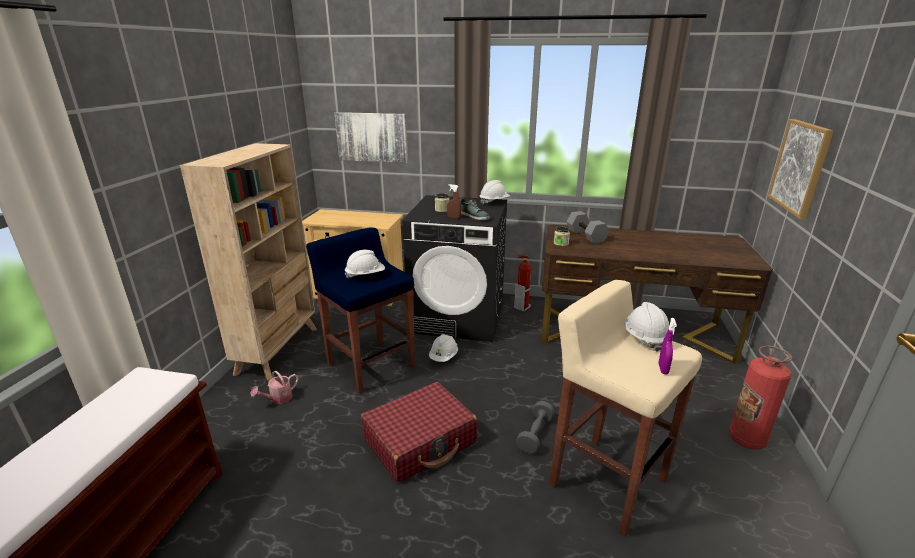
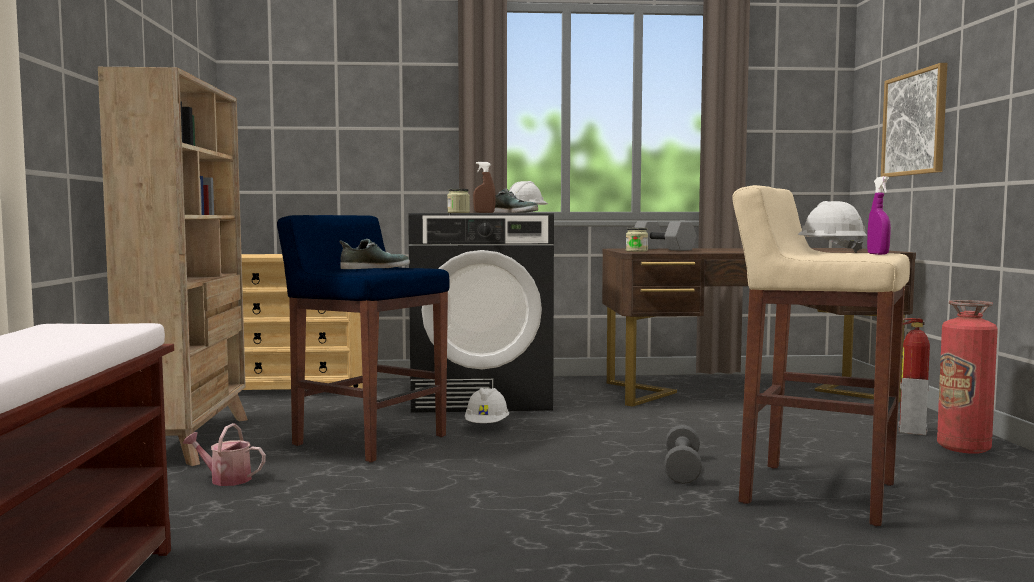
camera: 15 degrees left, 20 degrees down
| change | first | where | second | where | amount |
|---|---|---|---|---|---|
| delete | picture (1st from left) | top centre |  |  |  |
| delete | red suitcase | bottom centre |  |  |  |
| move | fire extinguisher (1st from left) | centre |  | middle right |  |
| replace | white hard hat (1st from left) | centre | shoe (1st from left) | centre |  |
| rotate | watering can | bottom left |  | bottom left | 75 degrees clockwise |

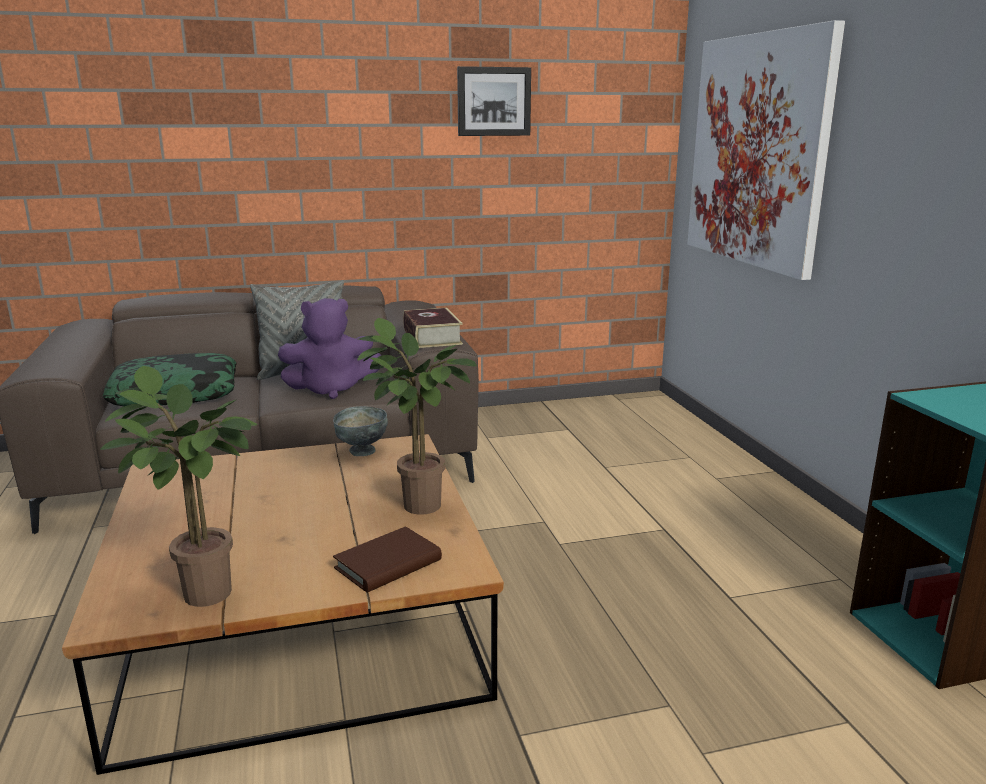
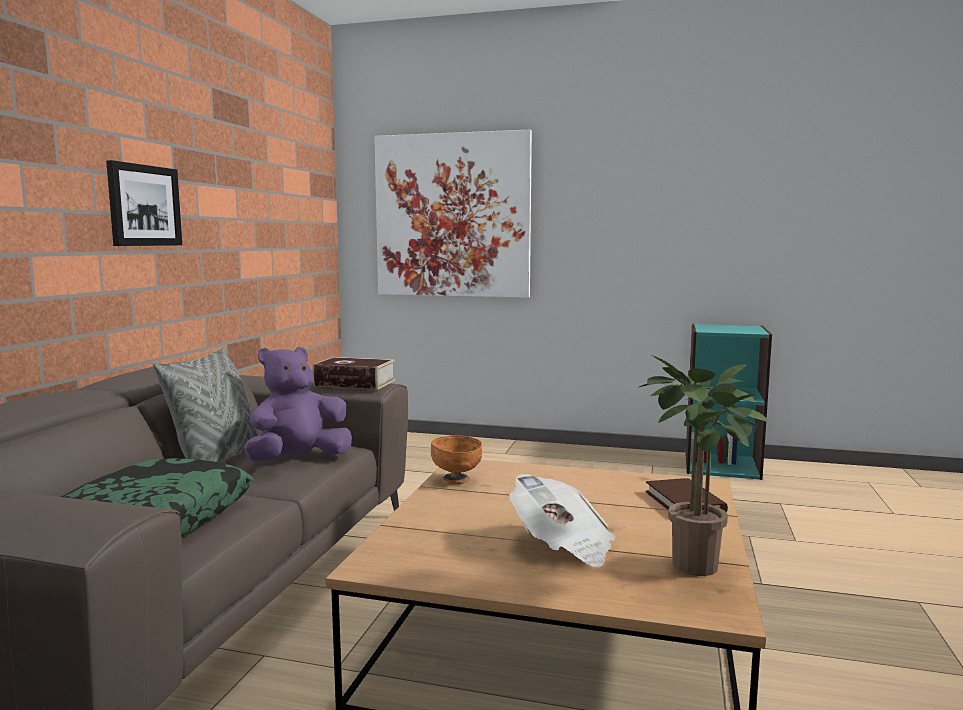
camera: 60 degrees left, 10 degrees down
| change | first | where | second | where | amount |
|---|---|---|---|---|---|
| delete | potted plant (2nd from left) | centre |  |  |  |
| insert |  |  | newspaper | bottom centre |  |
| move | picture (1st from left) | top centre |  | top left |  |
| recolor | grey bowl | centre | orange bowl | centre |  |
| rotate | purple plush toy | centre |  | middle left | 150 degrees counterclockwise |

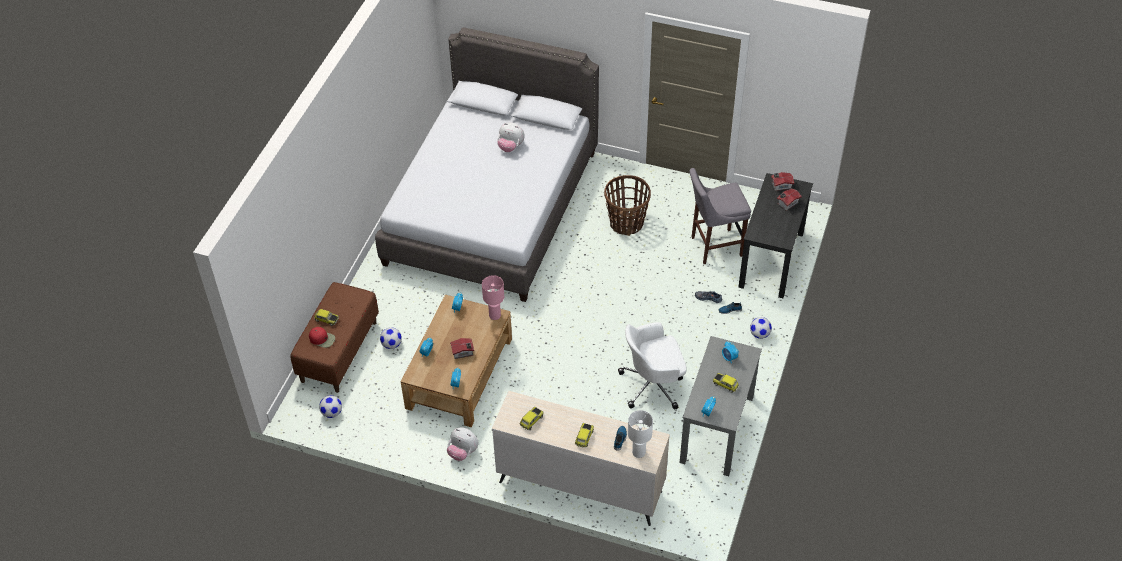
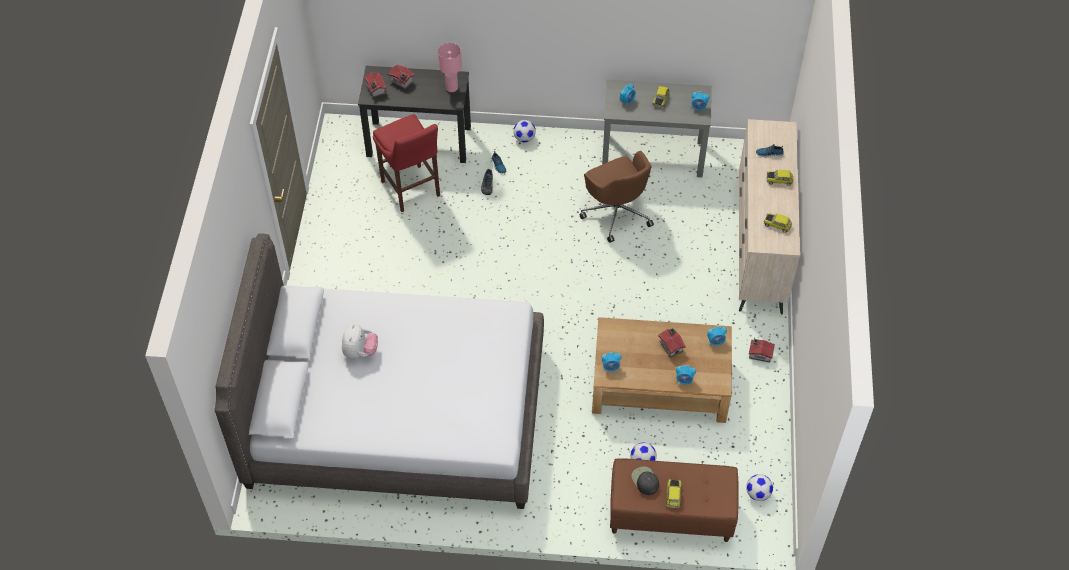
camera: 105 degrees left, 5 degrees up
| change | first | where | second | where | amount |
|---|---|---|---|---|---|
| delete | red cap | middle left |  |  |  |
| delete | basket | centre |  |  |  |
| delete | white table lamp | bottom centre |  |  |  |
| insert |  |  | black cap | bottom centre |  |
| move | pink table lamp | centre |  | top centre |  |
| replace | plush toy (1st from left) | bottom centre | toy house (4th from left) | middle right |  |
| recolor | white office chair | centre | brown office chair | centre |  |
| recolor | grey stool | centre | red stool | top centre |  |

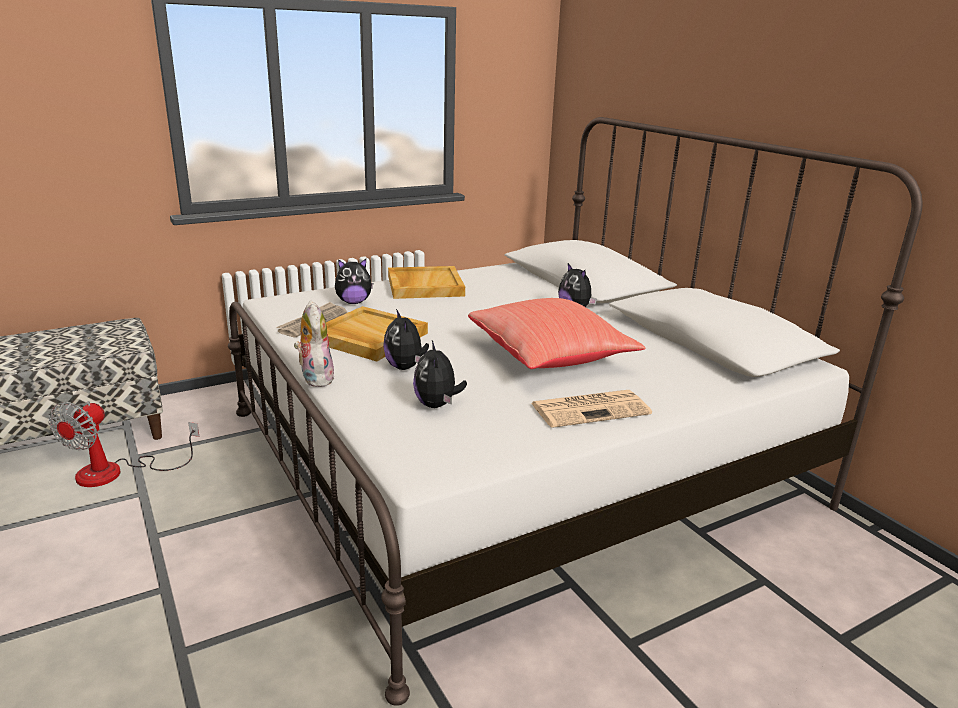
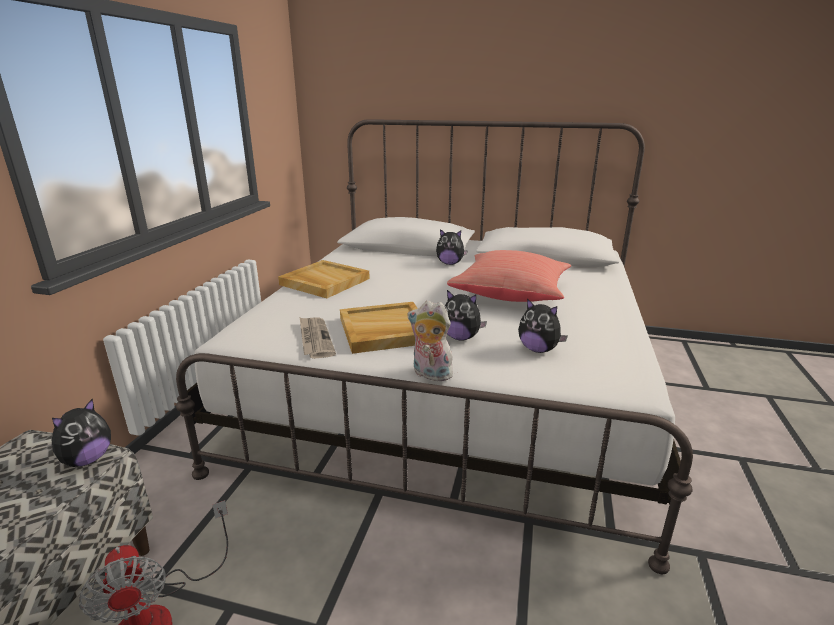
camera: 45 degrees left, 0 degrees up
| change | first | where | second | where | amount |
|---|---|---|---|---|---|
| delete | newspaper (2nd from left) | centre |  |  |  |
| move | plush toy (2nd from left in the first image) | centre | plush toy (1st from left) | bottom left |  |

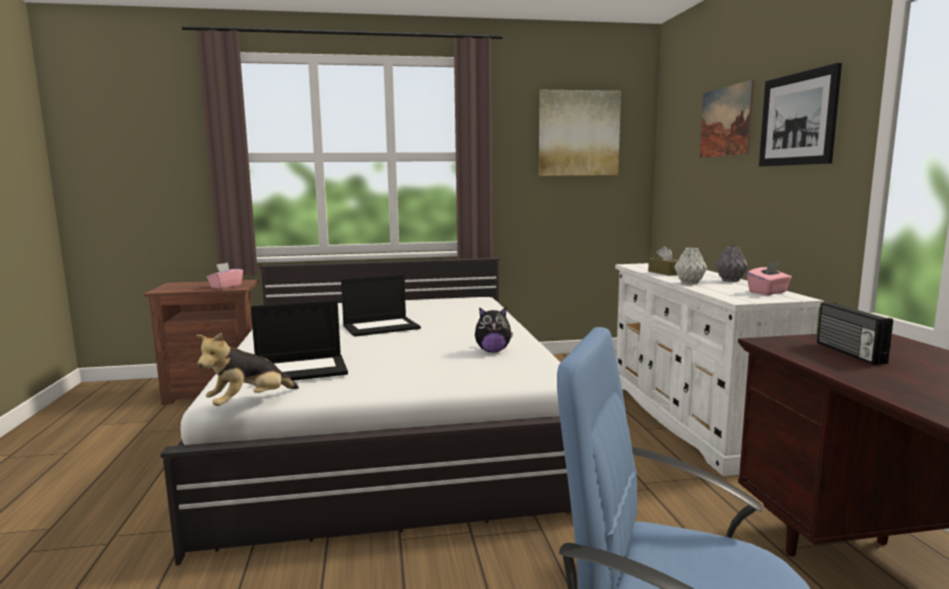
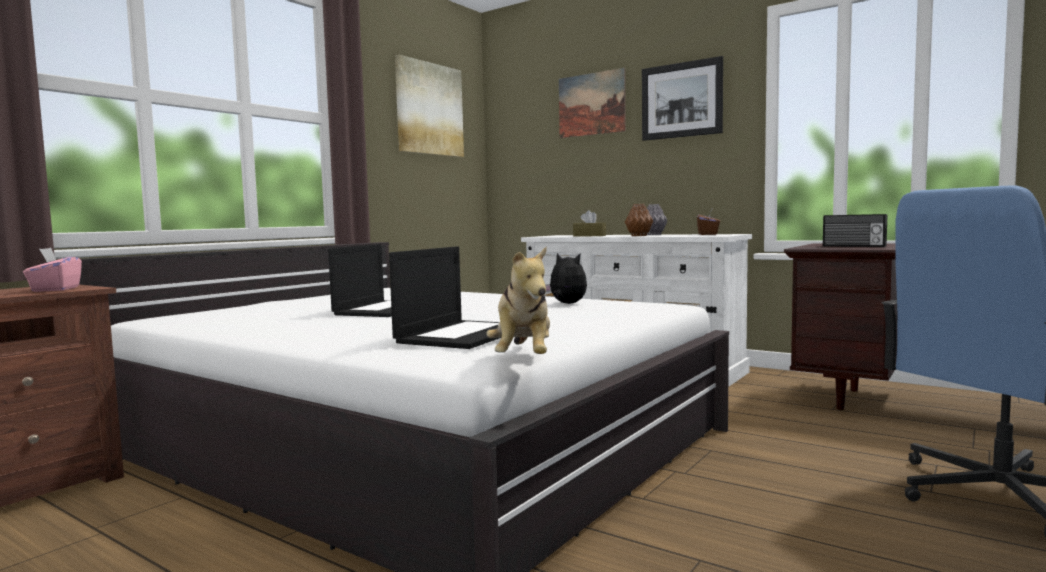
camera: 45 degrees left, 5 degrees down
| change | first | where | second | where | amount |
|---|---|---|---|---|---|
| recolor | grey vase (1st from left) | middle right | brown vase | centre |  |
| recolor | pink tissue box (2nd from left) | middle right | brown tissue box (2nd from left) | middle right |  |
| rotate | plush toy (2nd from left) | centre |  | centre | 90 degrees counterclockwise |

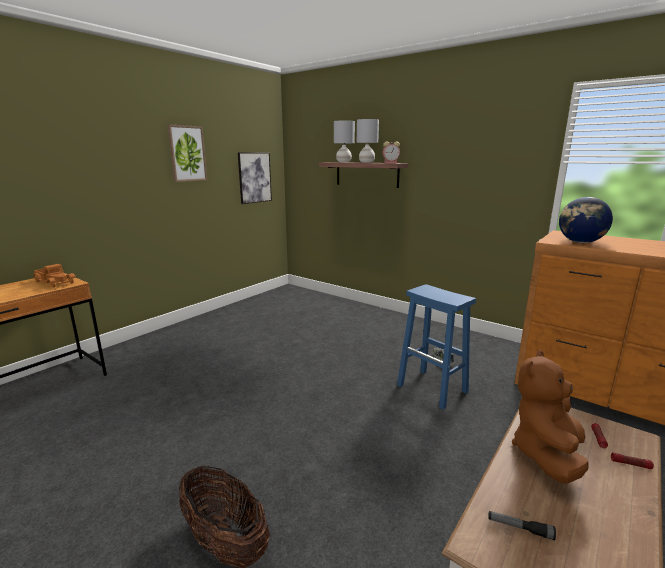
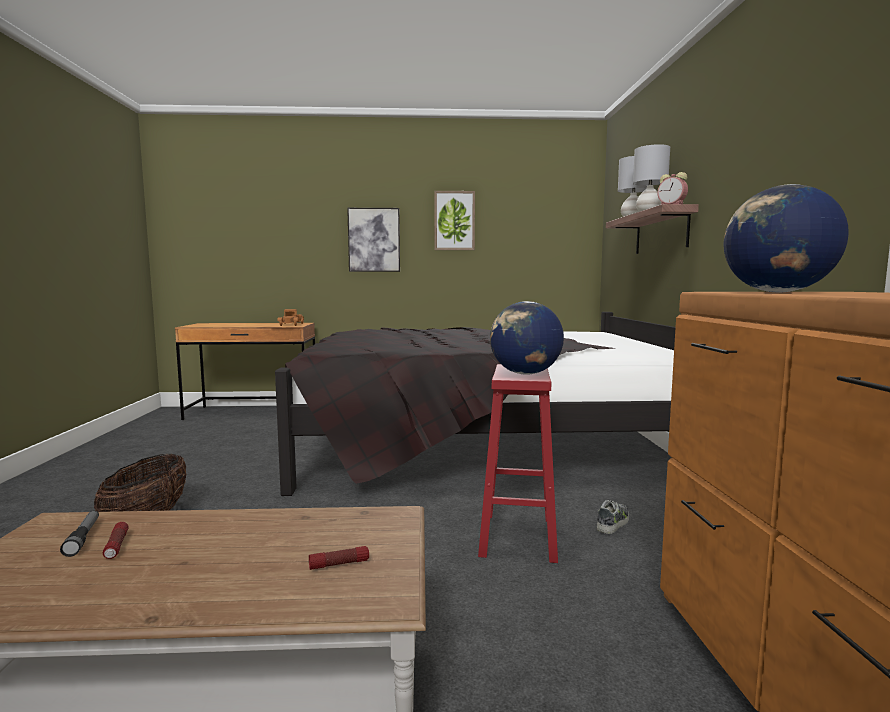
camera: 50 degrees right, 10 degrees down
| change | first | where | second | where | amount |
|---|---|---|---|---|---|
| delete | brown plush toy | bottom right |  |  |  |
| insert |  |  | black bed | centre |  |
| insert |  |  | globe (1st from left) | centre |  |
| move | picture (2nd from left in the first image) | top centre | picture (1st from left) | centre |  |
| move | flashlight (3rd from left in the first image) | bottom right | flashlight (2nd from left) | bottom left |  |
| recolor | blue stool | centre | red stool | centre |  |

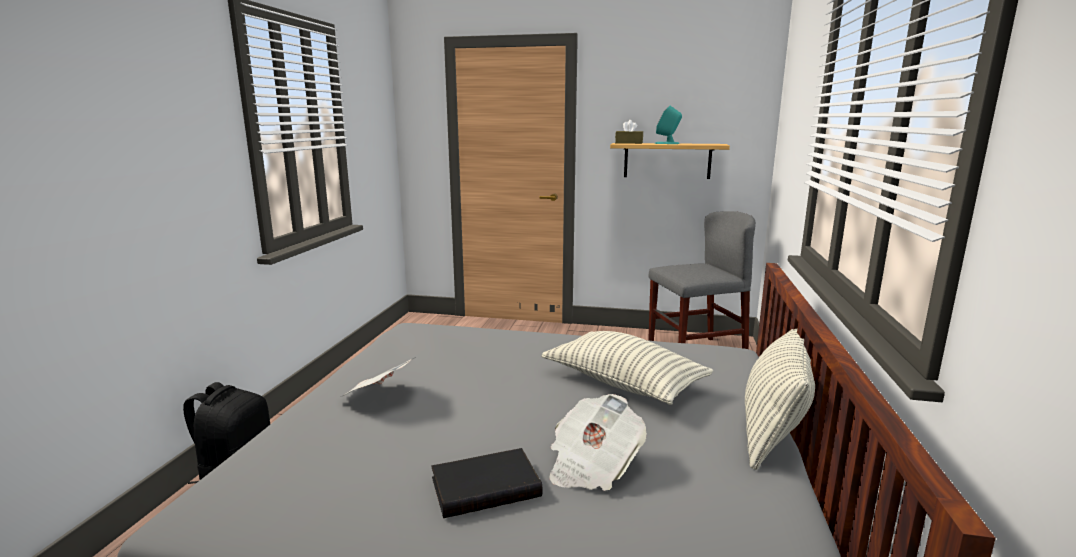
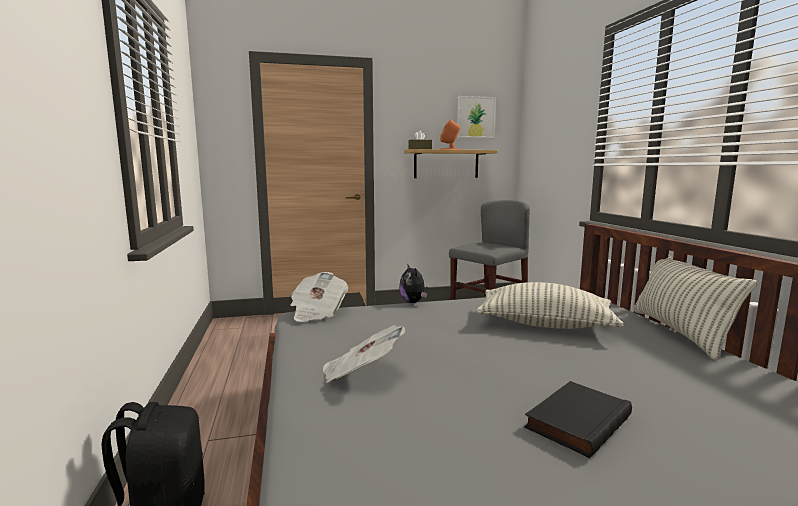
camera: 25 degrees left, 5 degrees down
| change | first | where | second | where | amount |
|---|---|---|---|---|---|
| insert |  |  | plush toy | centre |  |
| insert |  |  | picture | top centre |  |
| move | newspaper (2nd from left in the first image) | bottom centre | newspaper (1st from left) | centre |  |
| recolor | turquoise speaker | top centre | orange speaker | top centre |  |

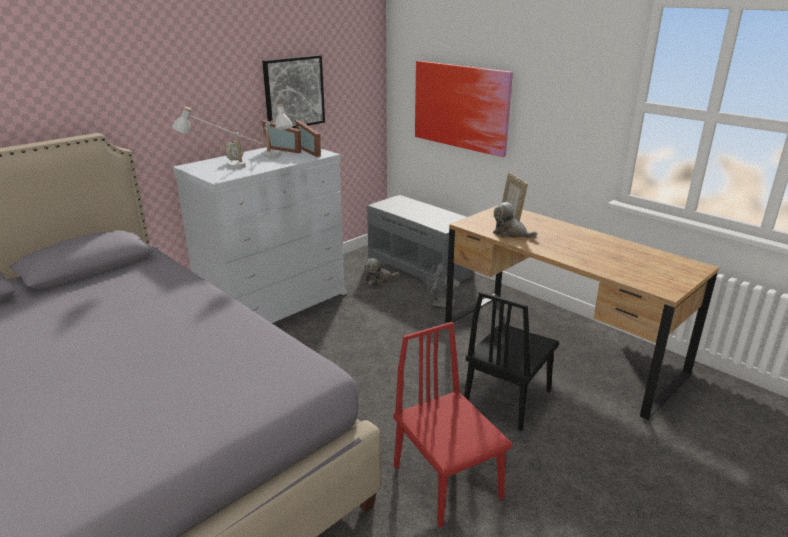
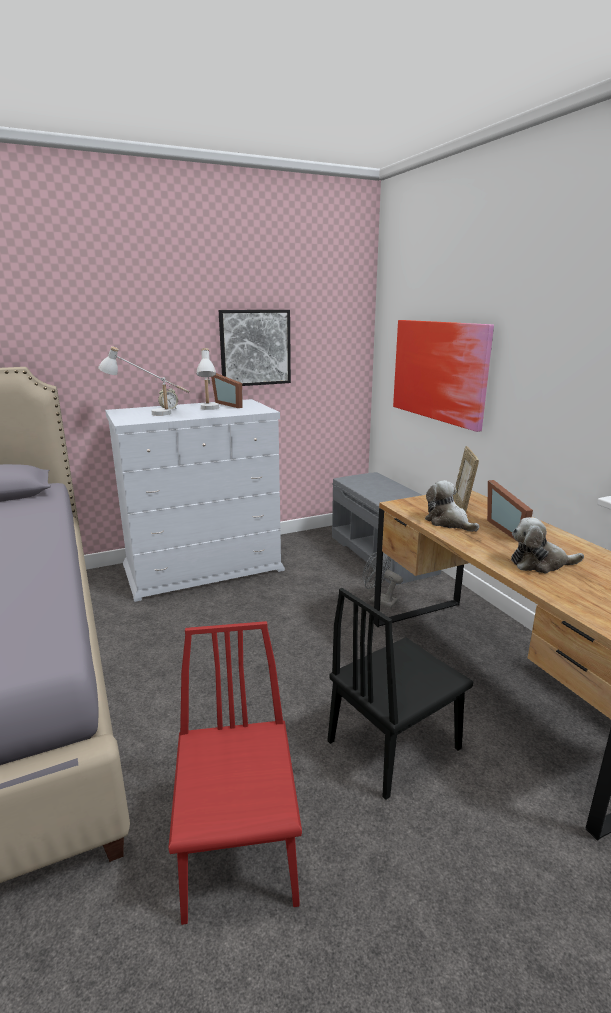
camera: 20 degrees right, 5 degrees down
| change | first | where | second | where | amount |
|---|---|---|---|---|---|
| move | picture frame (2nd from left in the first image) | top centre | picture frame (3rd from left) | middle right |  |
| move | plush toy (1st from left in the first image) | centre | plush toy (2nd from left) | middle right |  |

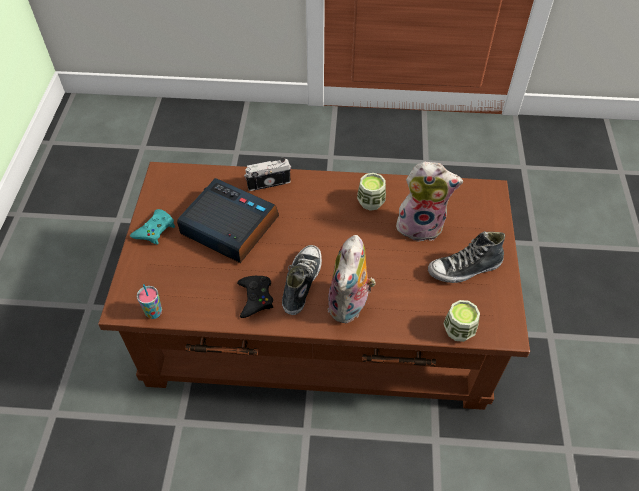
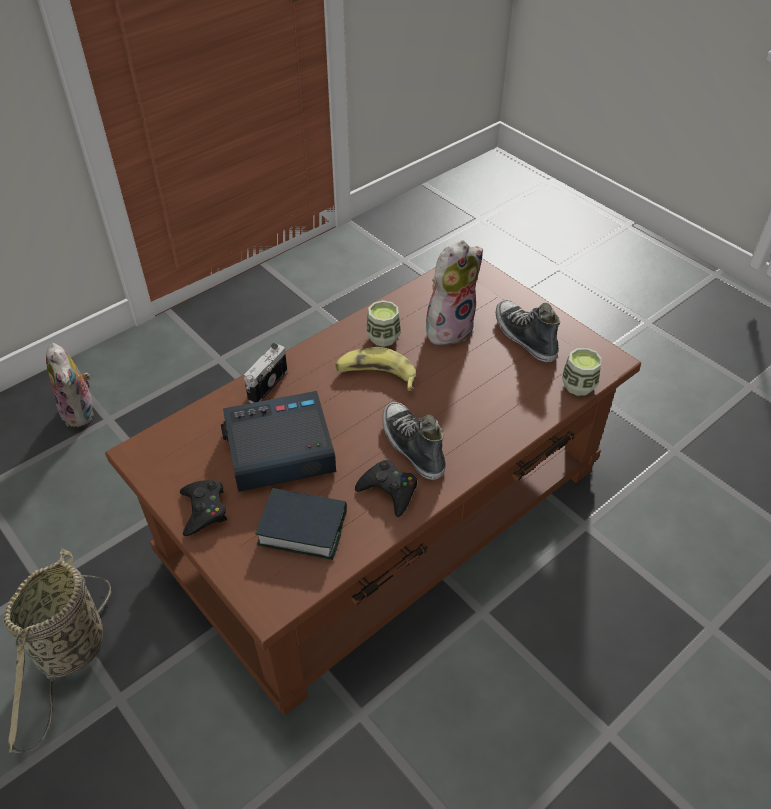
camera: 45 degrees left, 5 degrees down
| change | first | where | second | where | amount |
|---|---|---|---|---|---|
| delete | cup (1st from left) | middle left |  |  |  |
| insert |  |  | basket | bottom left |  |
| insert |  |  | book | centre |  |
| insert |  |  | banana | centre |  |
| move | plush toy (1st from left) | centre |  | middle left |  |
| recolor | turquoise game controller | middle left | black game controller (1st from left) | middle left |  |
| rotate | shoe (2nd from left) | middle right |  | middle right | 120 degrees clockwise |

